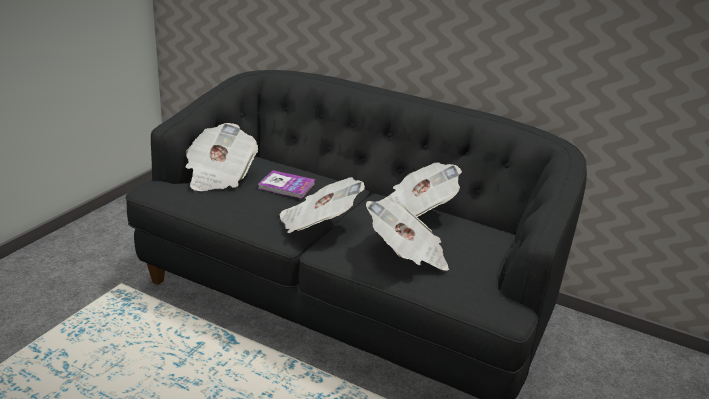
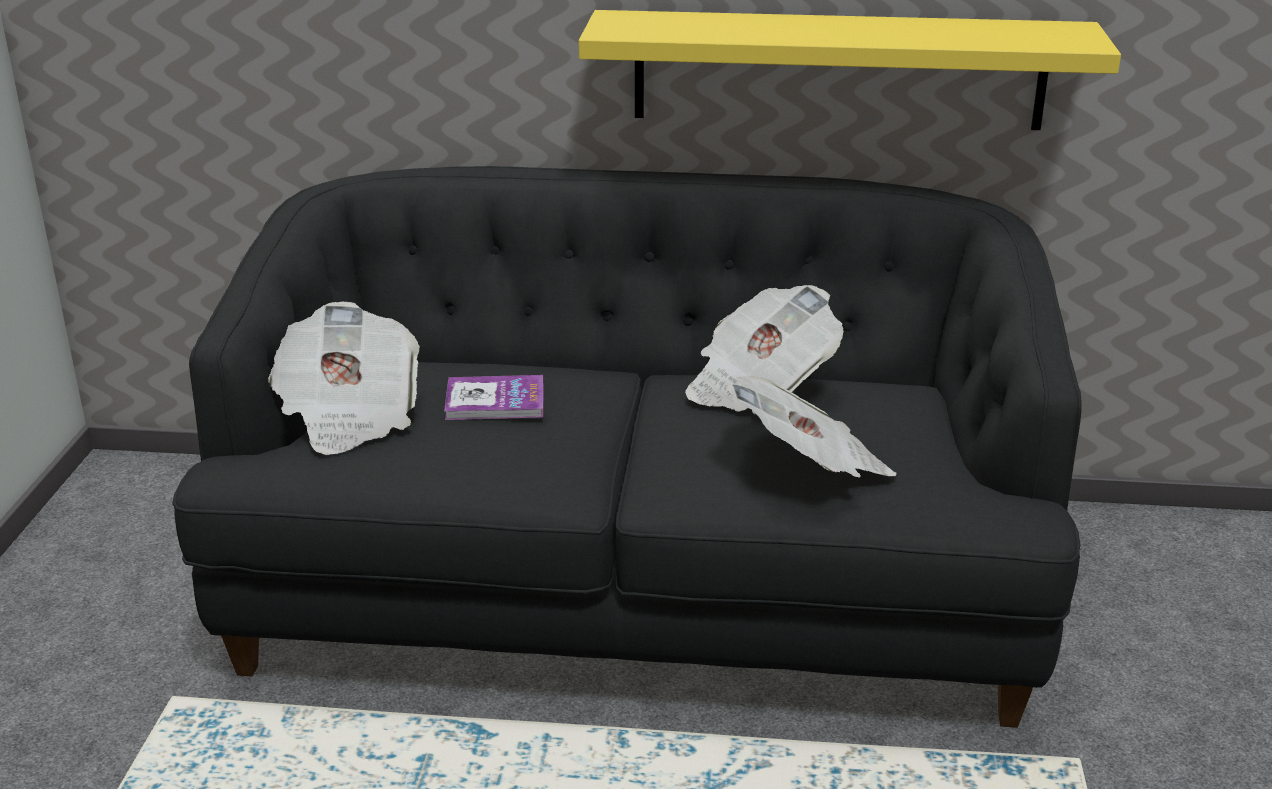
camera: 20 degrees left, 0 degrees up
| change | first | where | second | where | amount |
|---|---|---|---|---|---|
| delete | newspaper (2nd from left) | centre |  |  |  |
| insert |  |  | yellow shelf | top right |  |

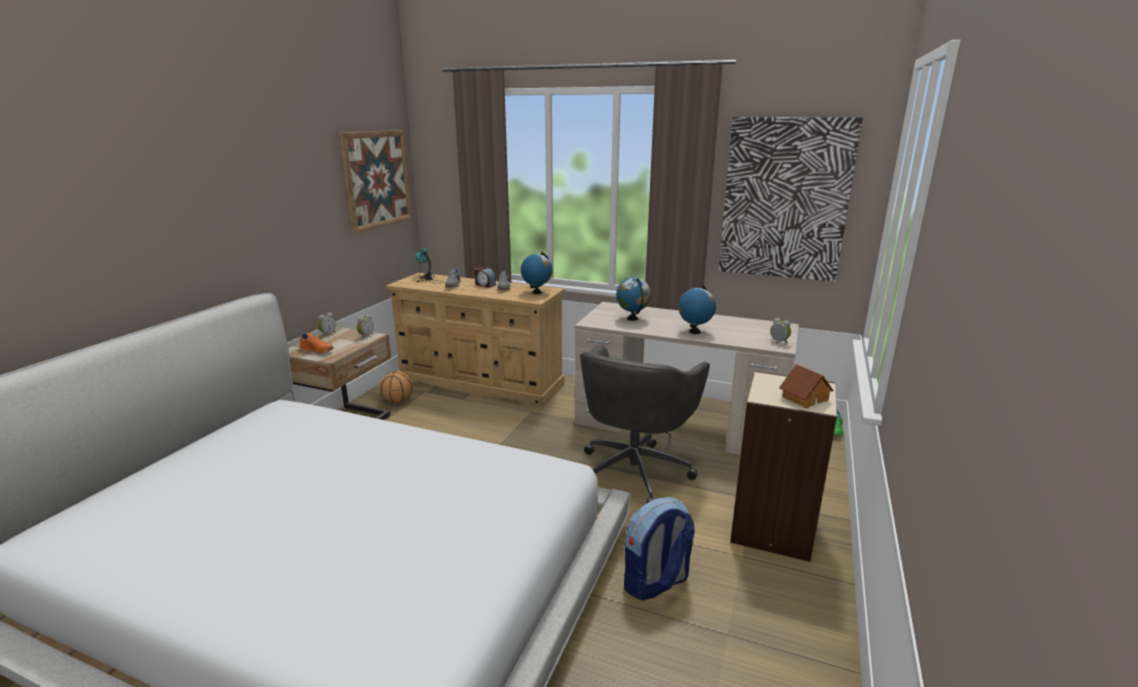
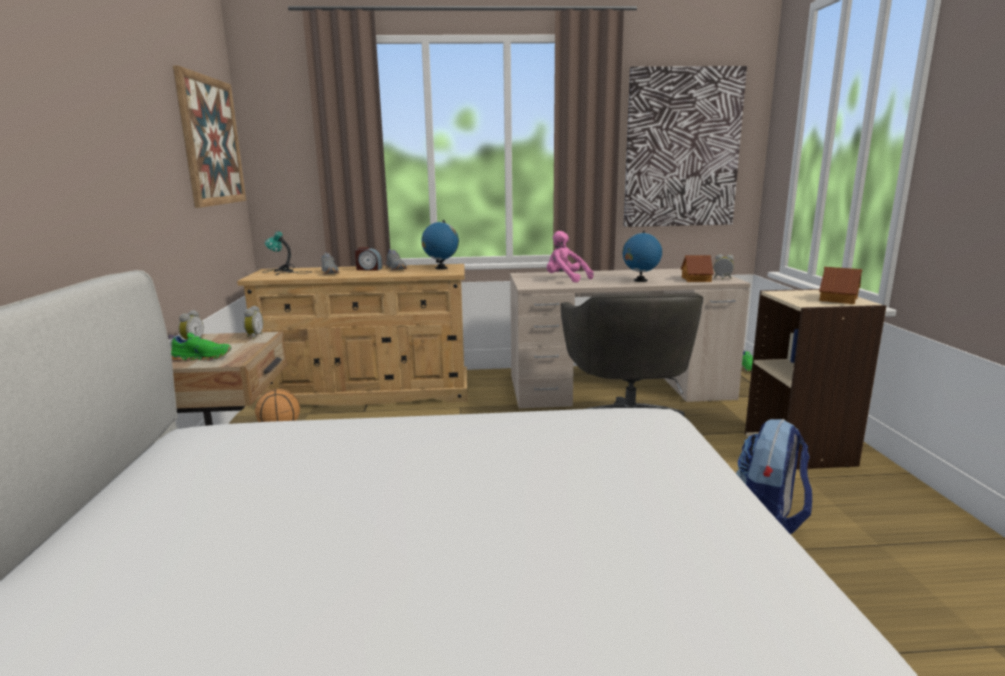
camera: 25 degrees left, 5 degrees down
| change | first | where | second | where | amount |
|---|---|---|---|---|---|
| insert |  |  | toy house (1st from left) | middle right |  |
| replace | globe (2nd from left) | centre | pink plush toy | centre |  |
| recolor | orange shoe | middle left | green shoe (1st from left) | middle left |  |

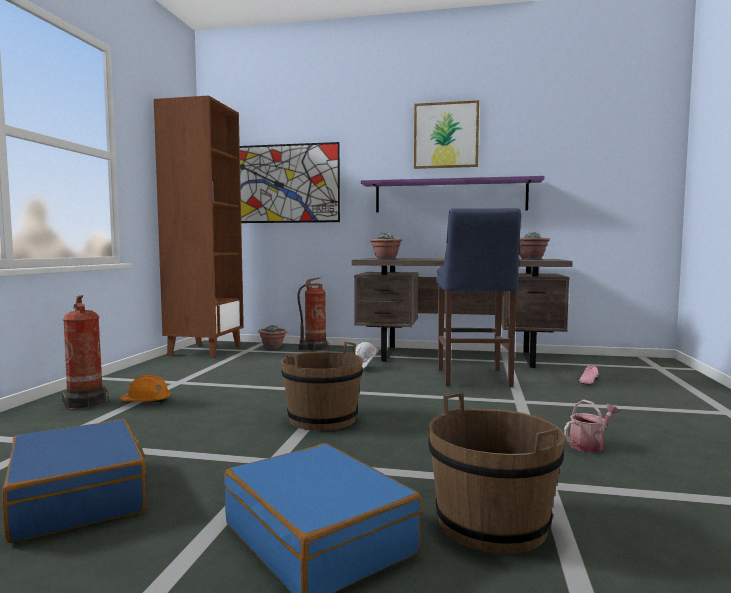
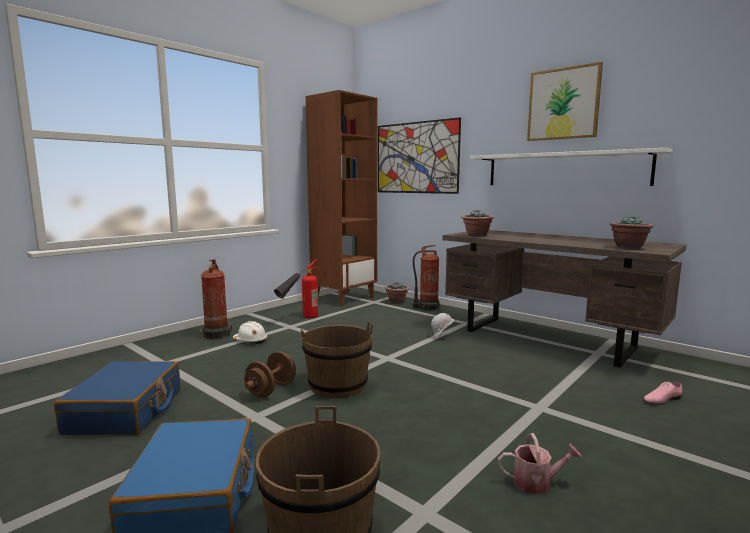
camera: 30 degrees right, 5 degrees up
| change | first | where | second | where | amount |
|---|---|---|---|---|---|
| delete | blue stool | centre |  |  |  |
| insert |  |  | brown dumbbell | bottom centre |  |
| insert |  |  | fire extinguisher (2nd from left) | centre |  |
| recolor | orange hard hat | middle left | white hard hat (1st from left) | centre |  |
| recolor | purple shelf | top centre | white shelf | top right |  |

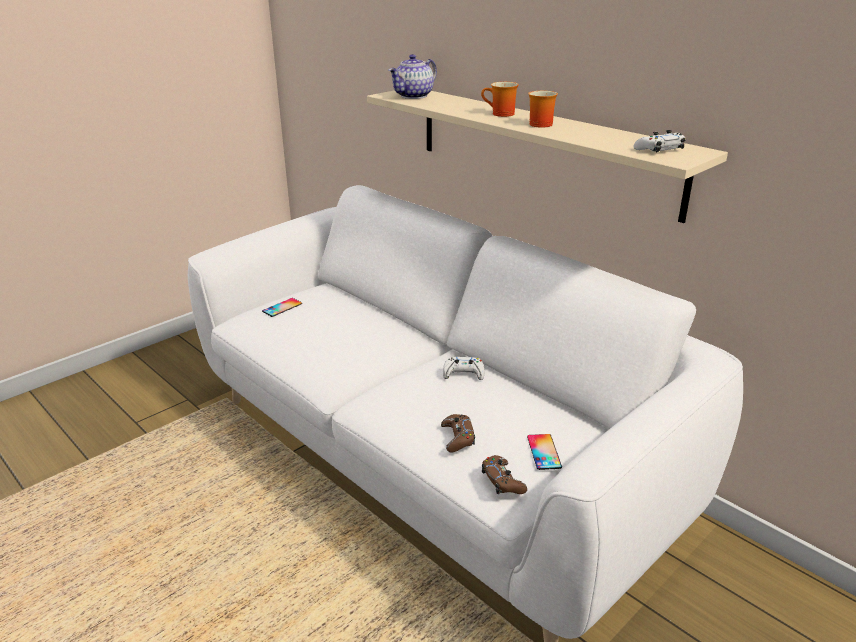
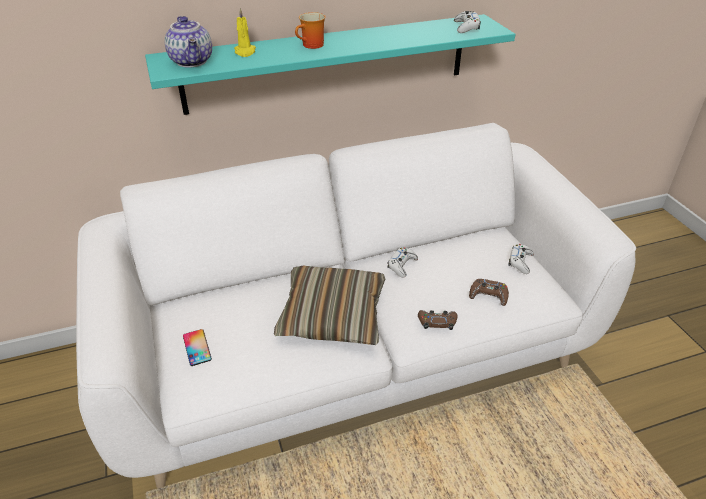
camera: 65 degrees left, 10 degrees up
| change | first | where | second | where | amount |
|---|---|---|---|---|---|
| delete | mug (2nd from left) | top centre |  |  |  |
| insert |  |  | yellow candle | top centre |  |
| insert |  |  | pillow | centre |  |
| move | brown game controller (2nd from left in the first image) | bottom centre | brown game controller (1st from left) | centre |  |
| replace | phone (2nd from left) | bottom centre | white game controller (3rd from left) | middle right |  |
| recolor | beige shelf | top centre | turquoise shelf | top centre |  |

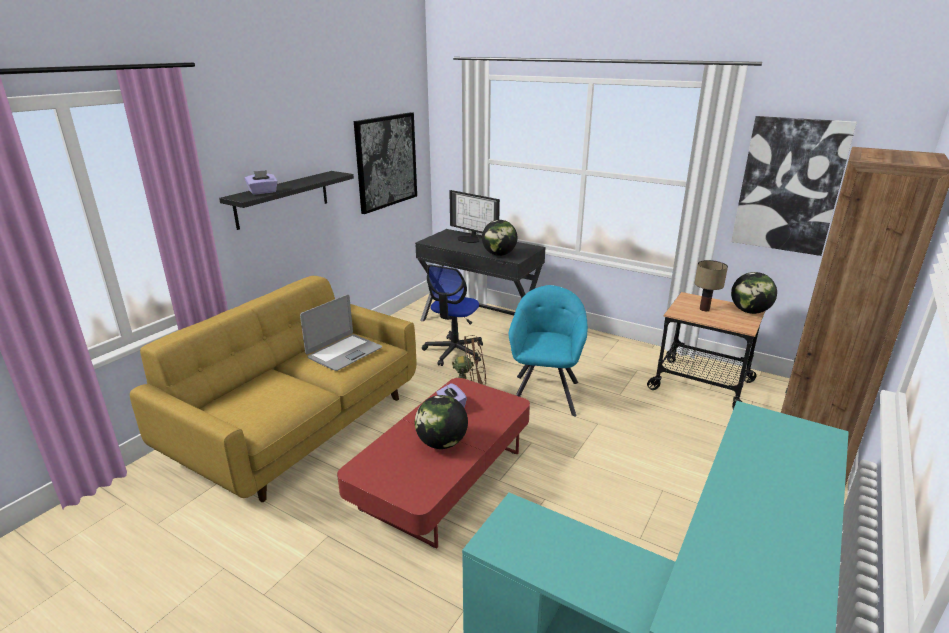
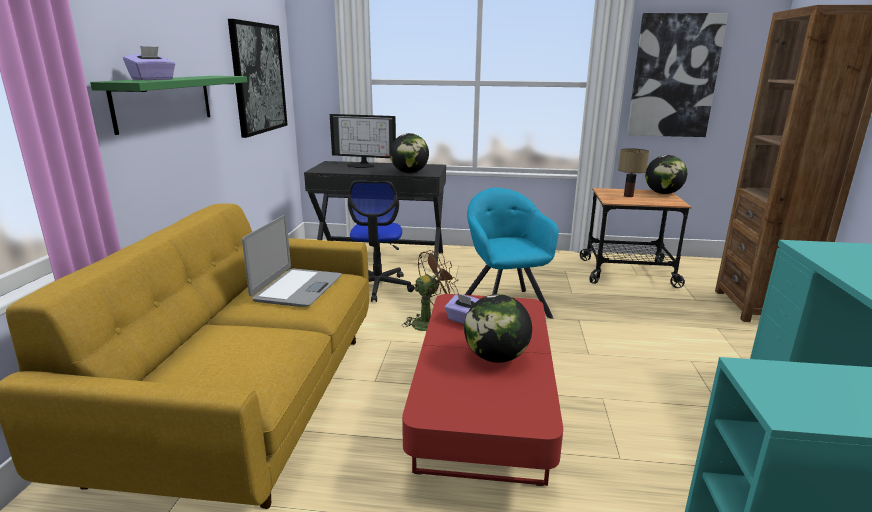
camera: 25 degrees left, 5 degrees down
| change | first | where | second | where | amount |
|---|---|---|---|---|---|
| recolor | black shelf | top left | green shelf | top left |  |

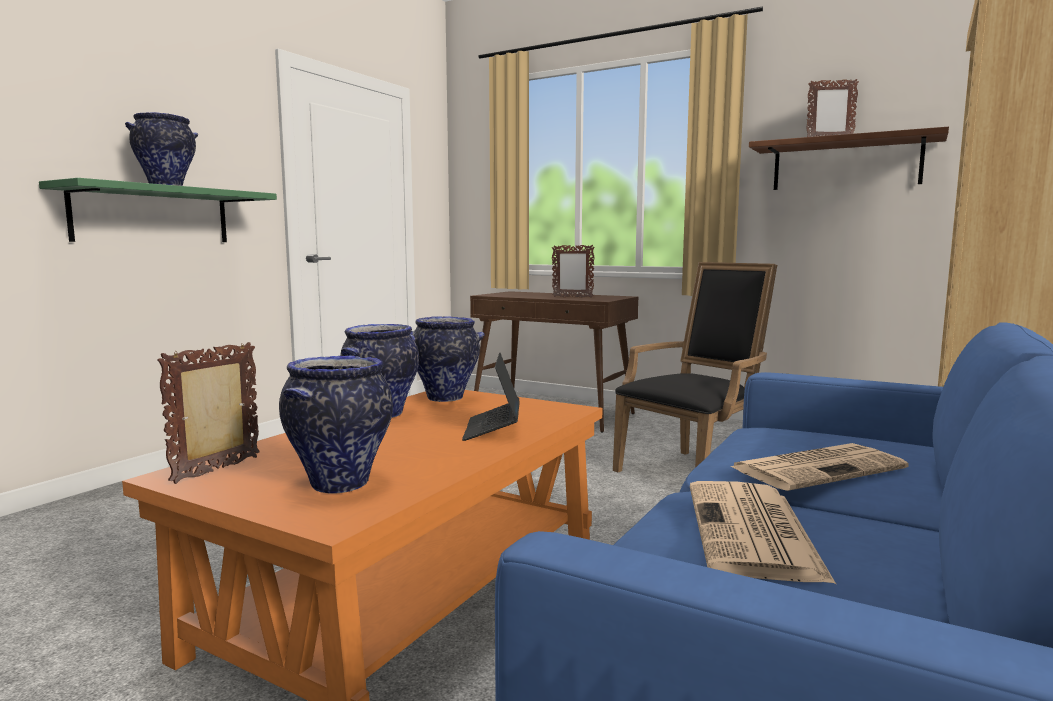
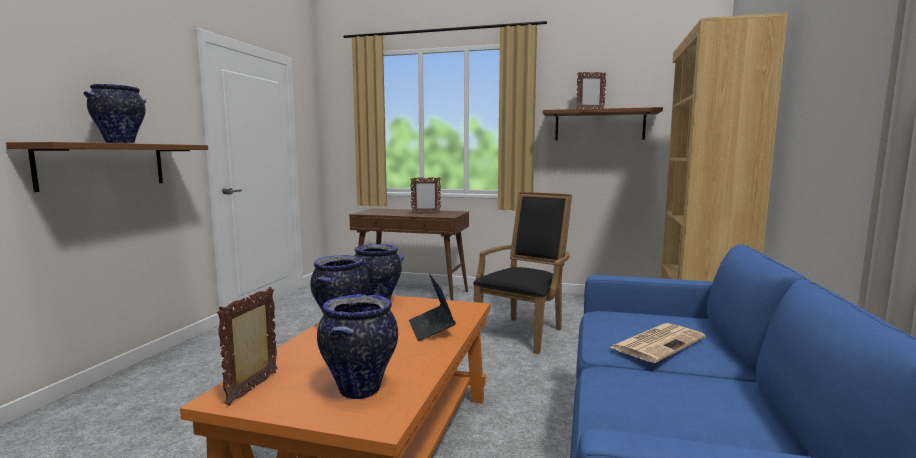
camera: 15 degrees left, 0 degrees up
| change | first | where | second | where | amount |
|---|---|---|---|---|---|
| delete | newspaper (1st from left) | bottom right |  |  |  |
| recolor | green shelf | top left | brown shelf (1st from left) | middle left |  |

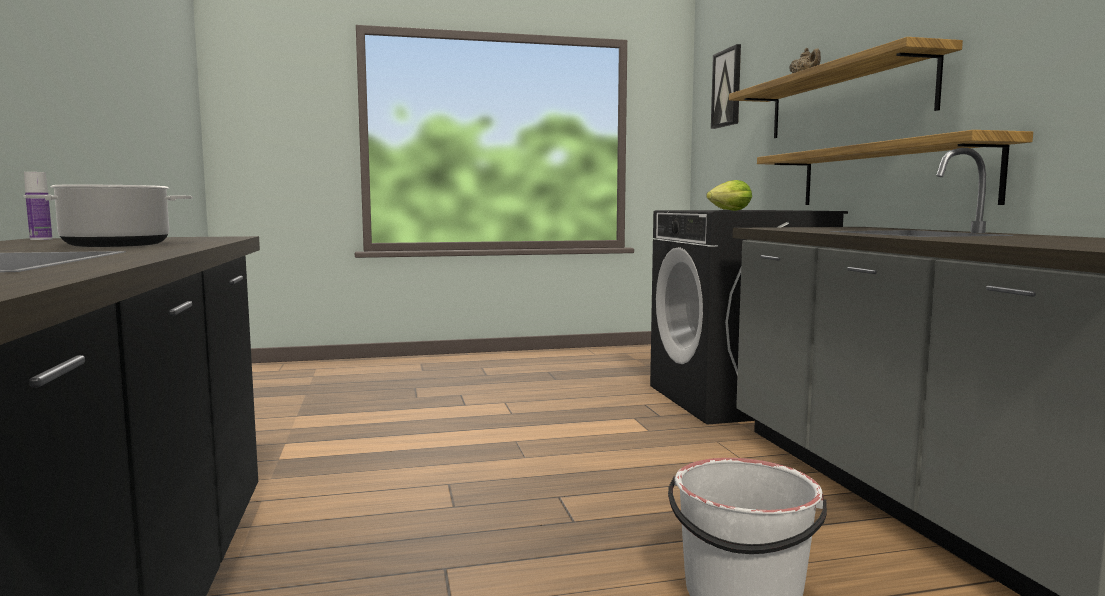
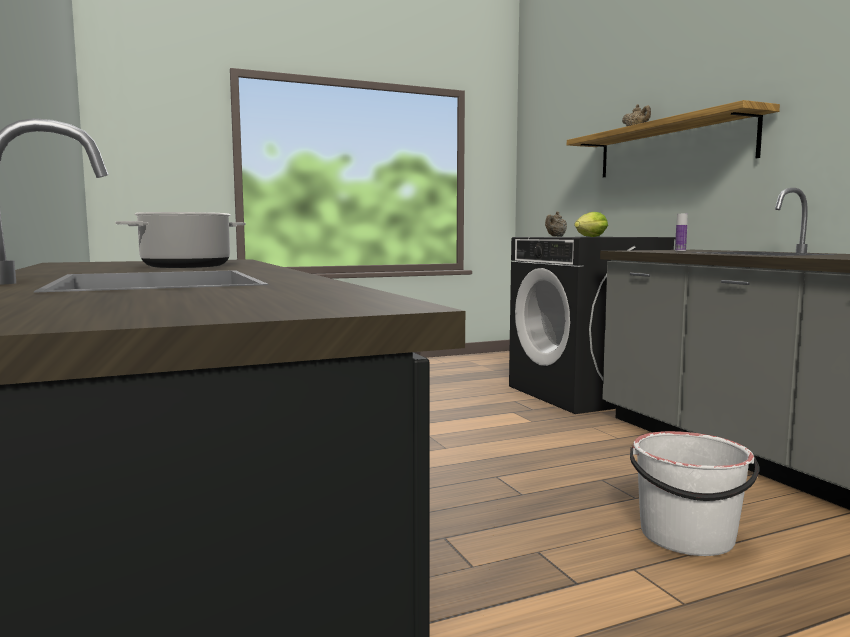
camera: 10 degrees left, 0 degrees up
| change | first | where | second | where | amount |
|---|---|---|---|---|---|
| delete | picture | top centre |  |  |  |
| delete | shelf (2nd from left) | top right |  |  |  |
| insert |  |  | beige teapot (1st from left) | centre |  |
| move | bottle | middle left |  | middle right |  |

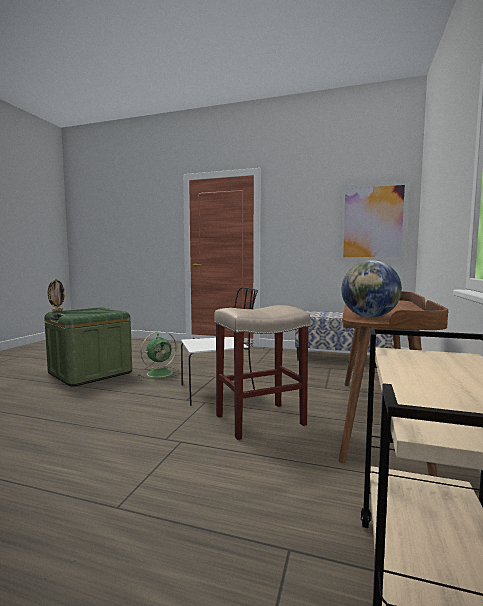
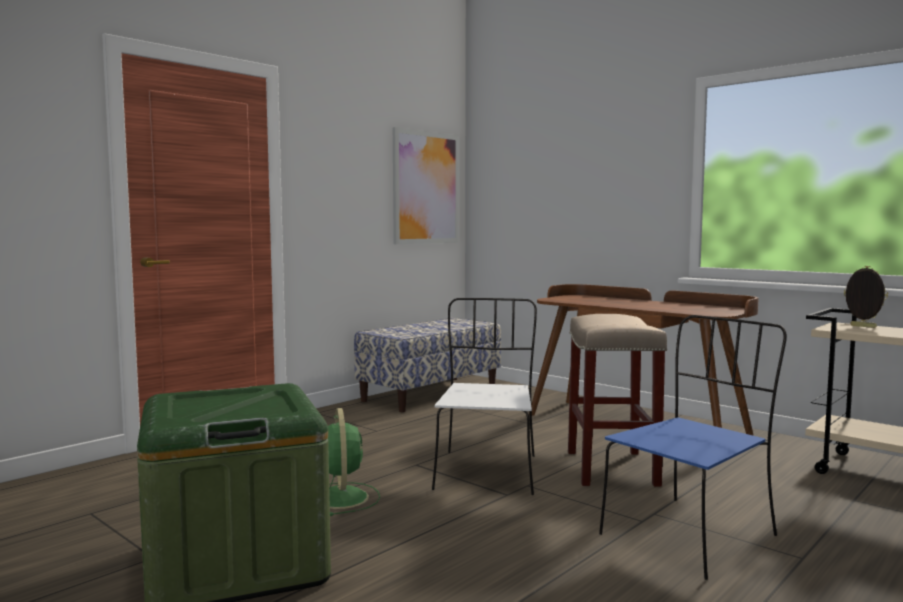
camera: 65 degrees left, 0 degrees up
| change | first | where | second | where | amount |
|---|---|---|---|---|---|
| delete | globe | middle right |  |  |  |
| insert |  |  | blue chair | bottom right |  |
| move | picture frame | middle left |  | middle right |  |

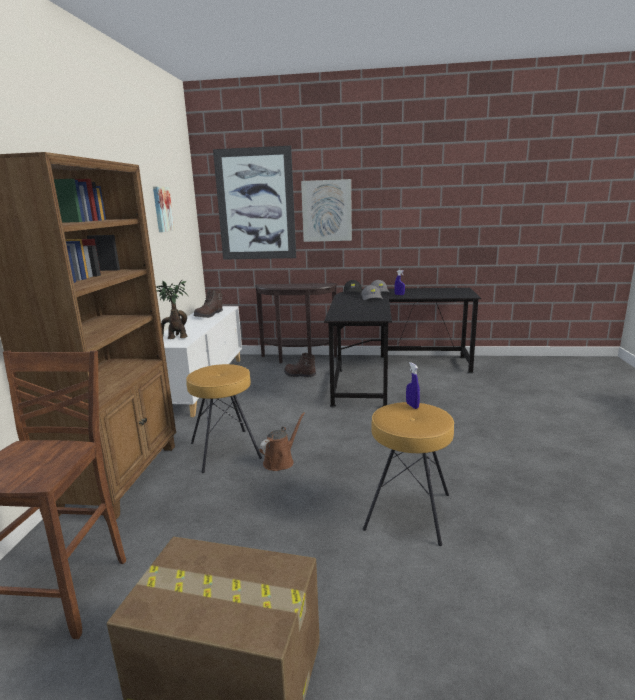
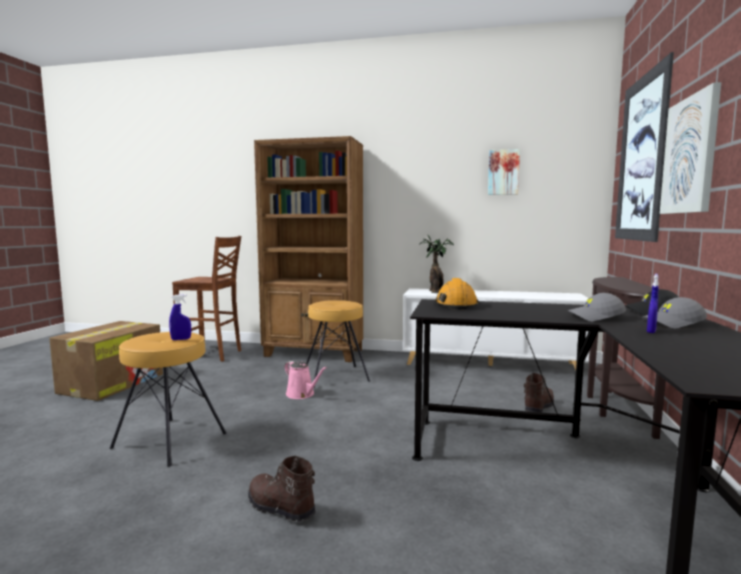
camera: 95 degrees right, 10 degrees down
| change | first | where | second | where | amount |
|---|---|---|---|---|---|
| insert |  |  | orange hard hat | centre |  |
| move | brown boot (1st from left) | middle left |  | bottom centre |  |
| recolor | brown watering can | centre | pink watering can | centre |  |

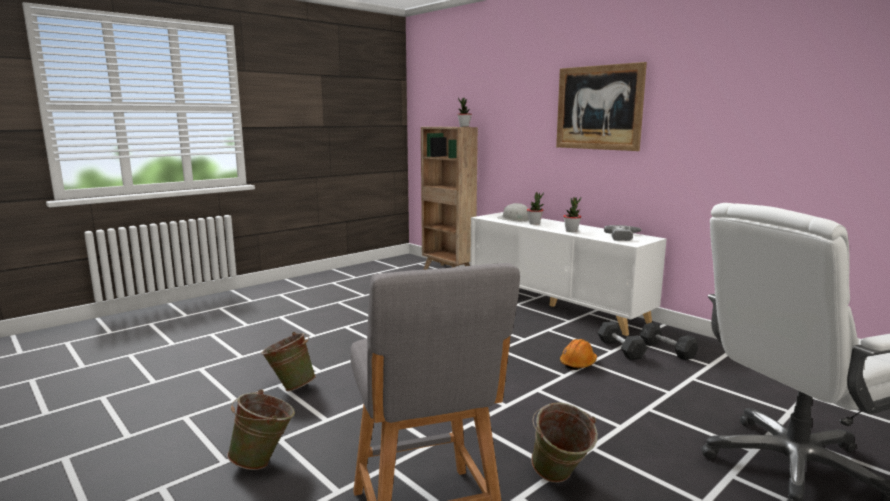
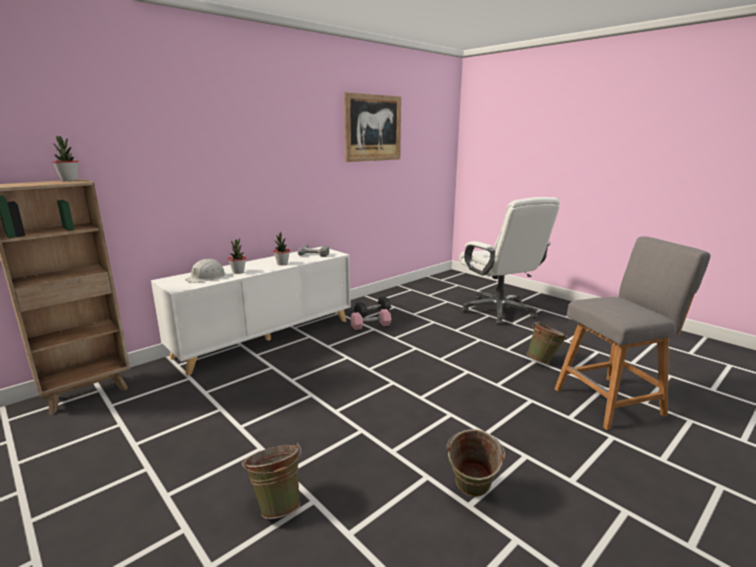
camera: 90 degrees left, 5 degrees up
| change | first | where | second | where | amount |
|---|---|---|---|---|---|
| delete | orange hard hat | bottom centre |  |  |  |
| move | green bucket (1st from left) | bottom left |  | bottom centre |  |
| move | picture | top right |  | top centre |  |
| recolor | grey dumbbell (1st from left) | bottom right | pink dumbbell | centre |  |

